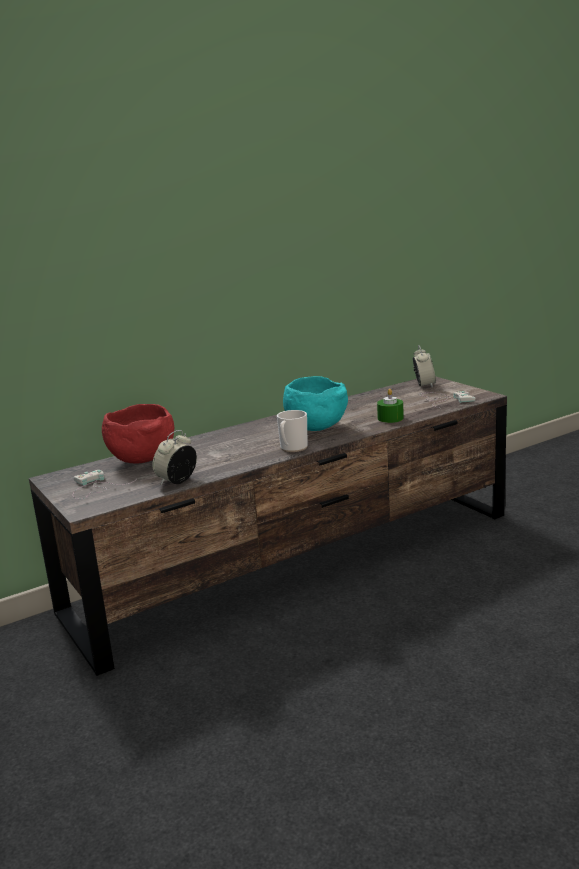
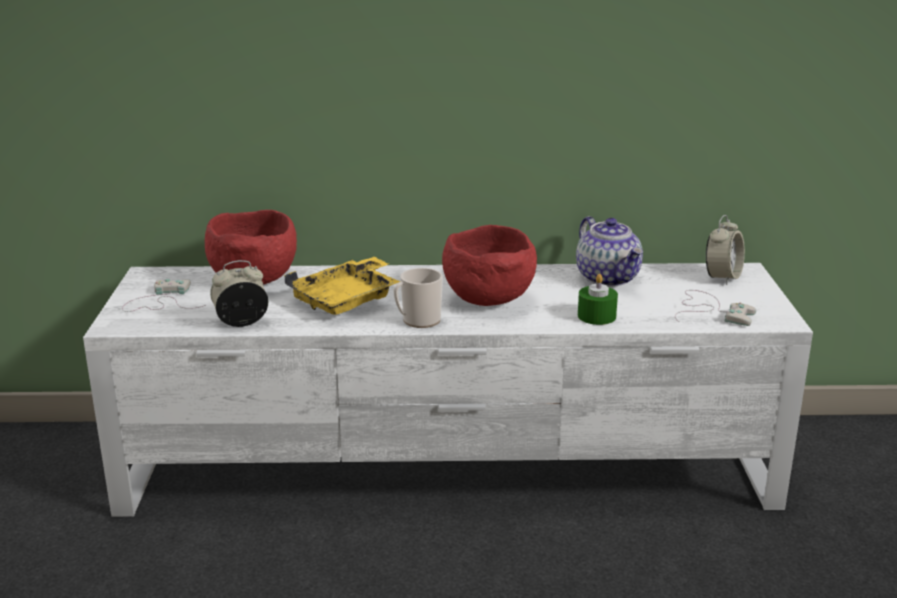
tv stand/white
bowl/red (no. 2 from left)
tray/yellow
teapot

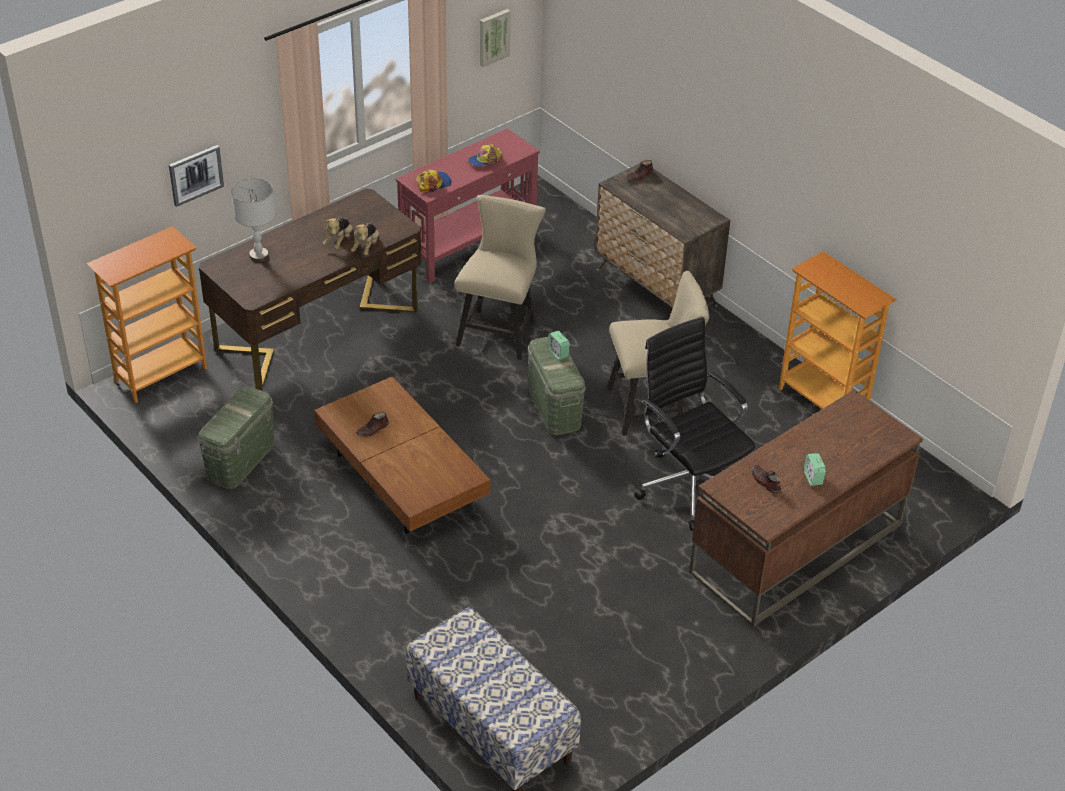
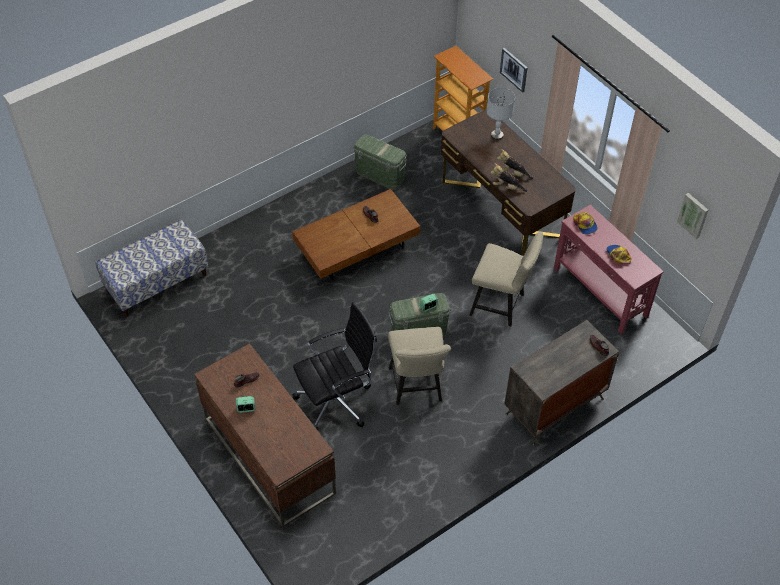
bookcase (no. 2 from left in the first image)

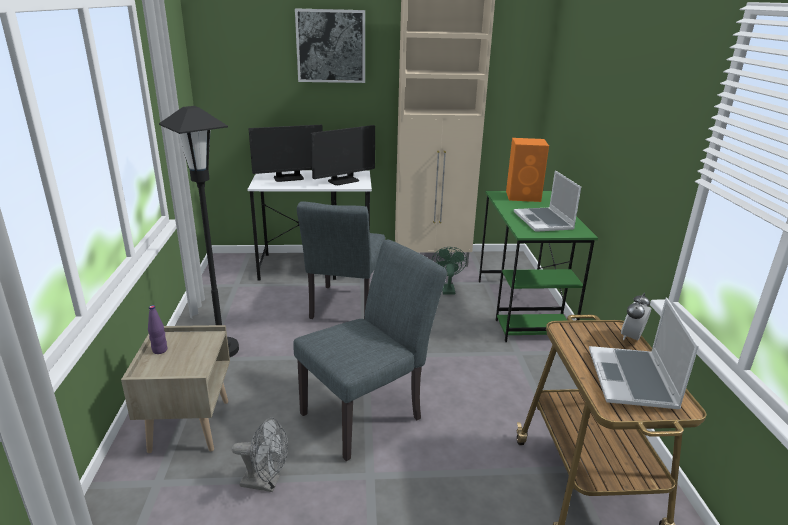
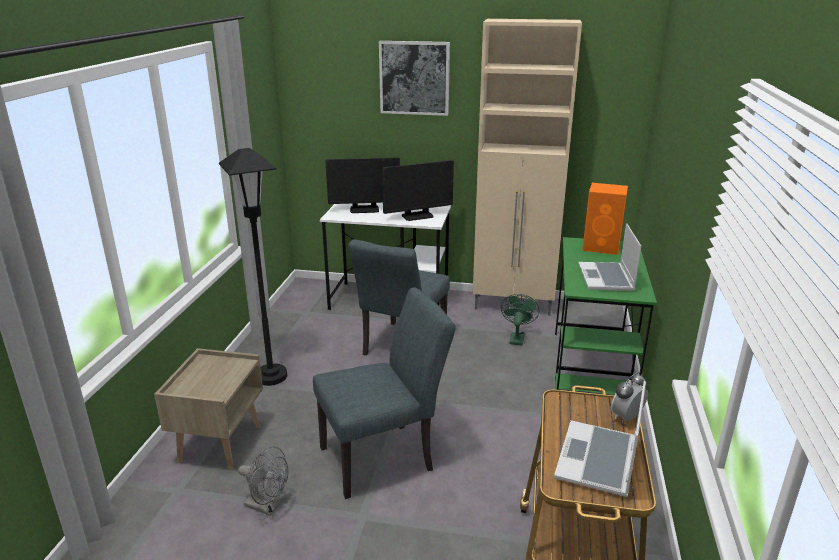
bottle/purple

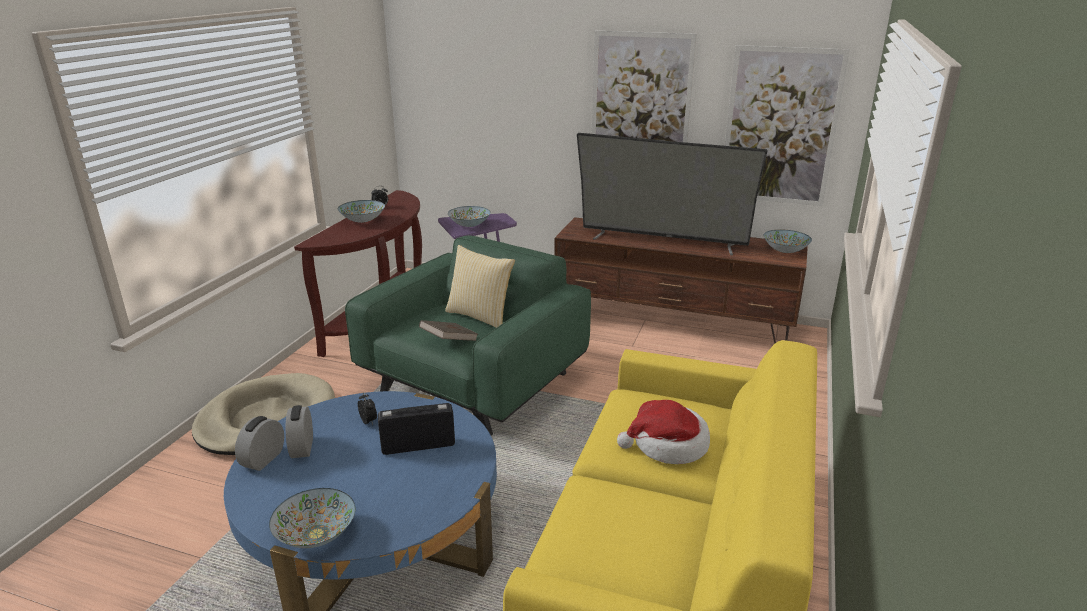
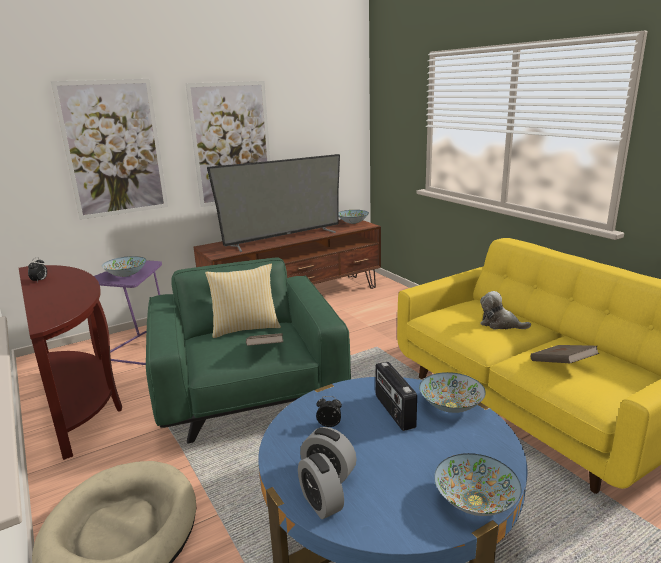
bowl (no. 3 from left)
radio
plush toy
picture (no. 1 from left)
book/brown (no. 2 from left)

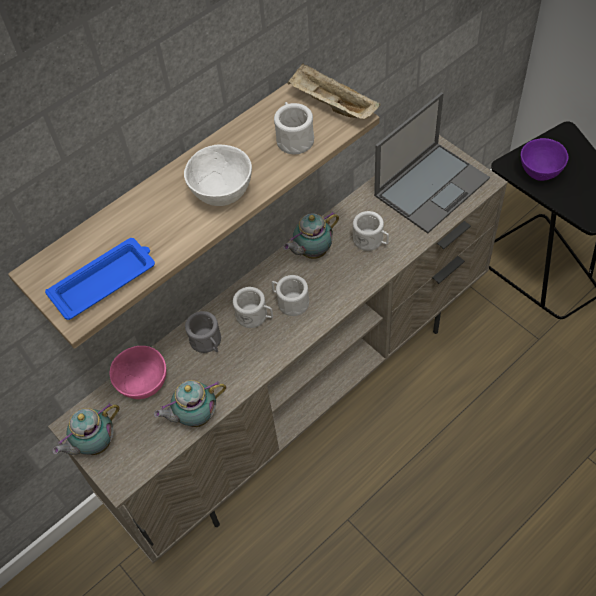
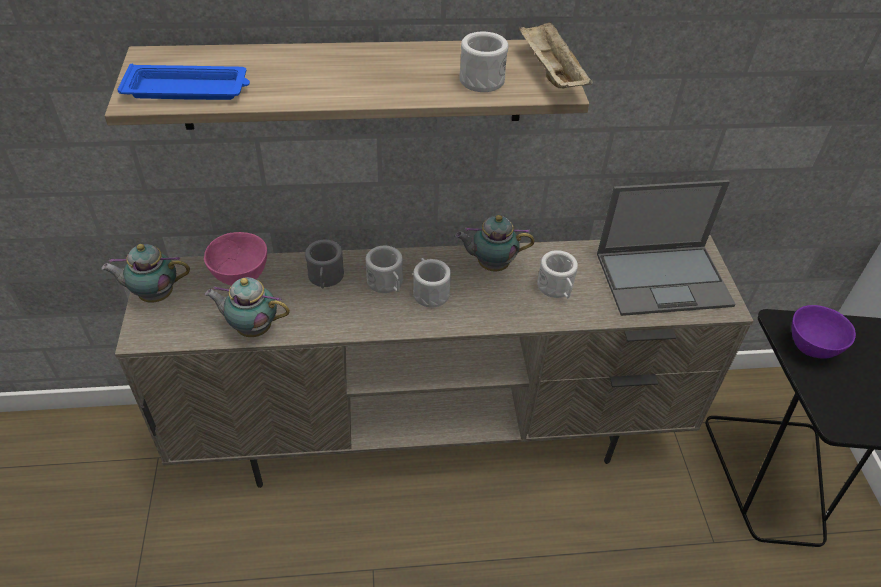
bowl/white

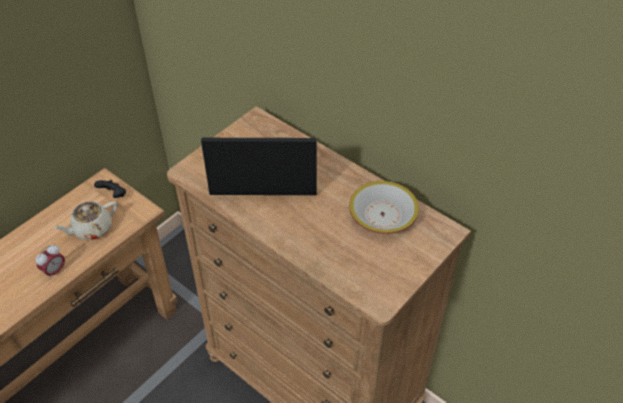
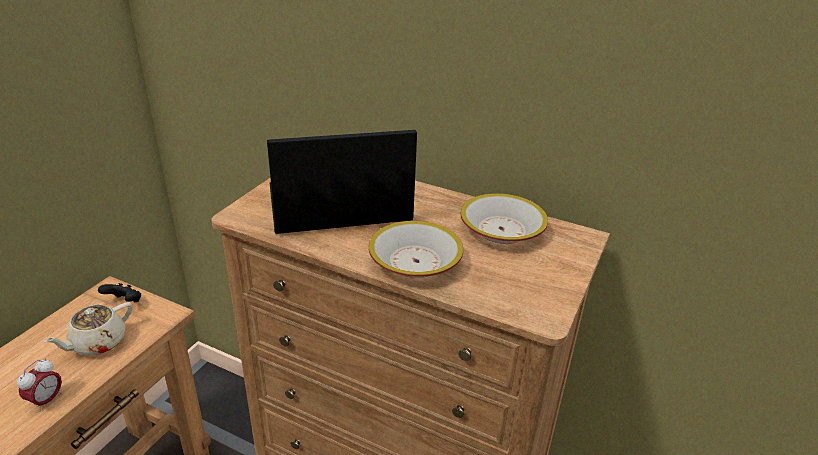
bowl (no. 1 from left)

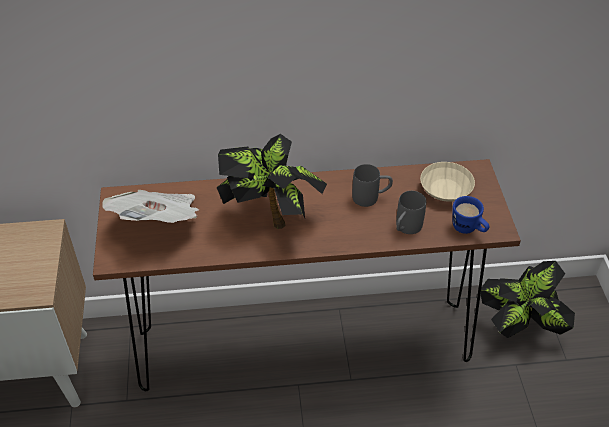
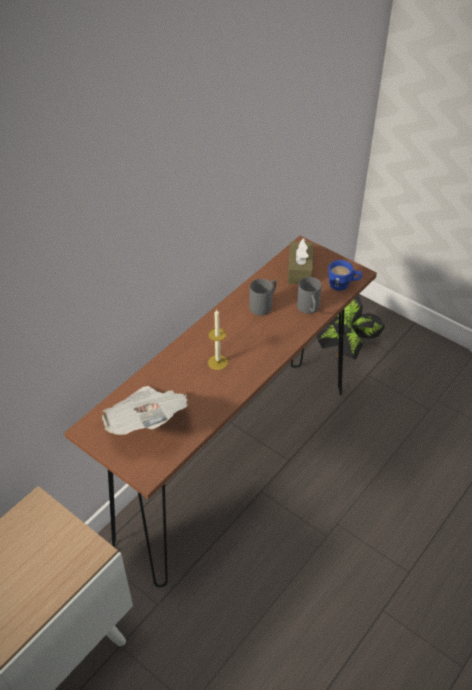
candle
tissue box/brown

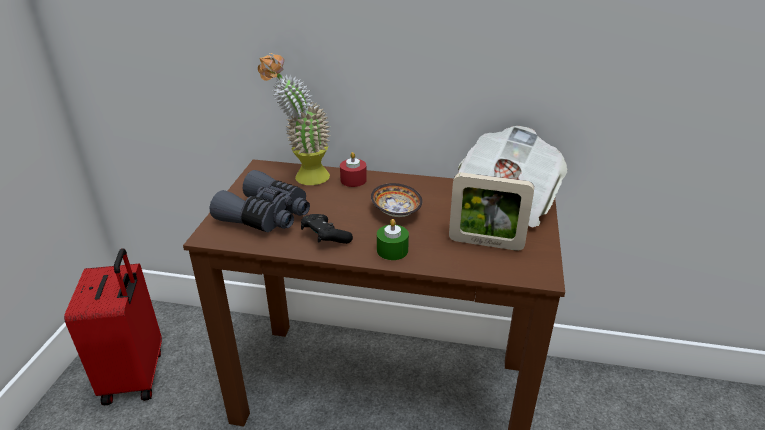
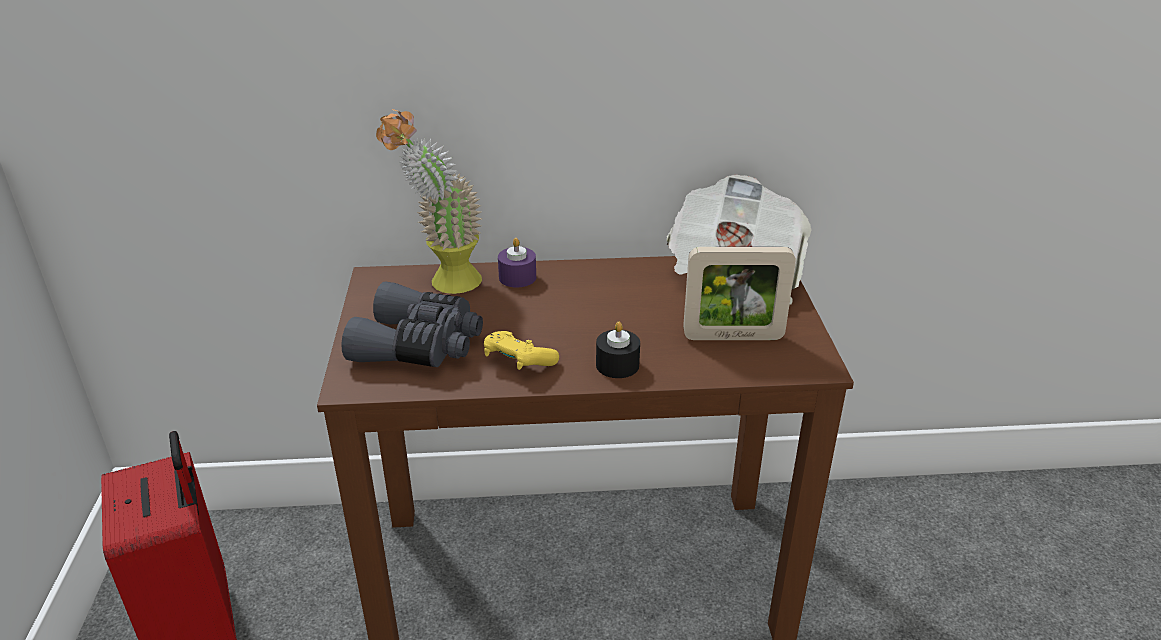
game controller/yellow
candle/purple
bowl
candle/black

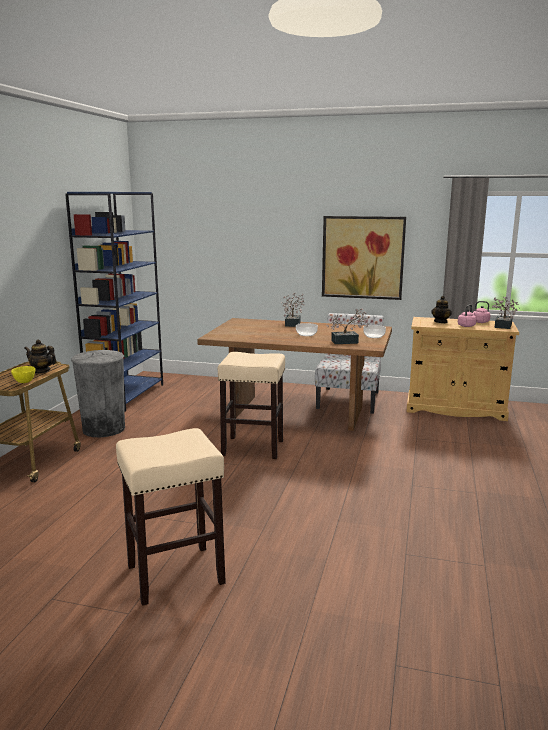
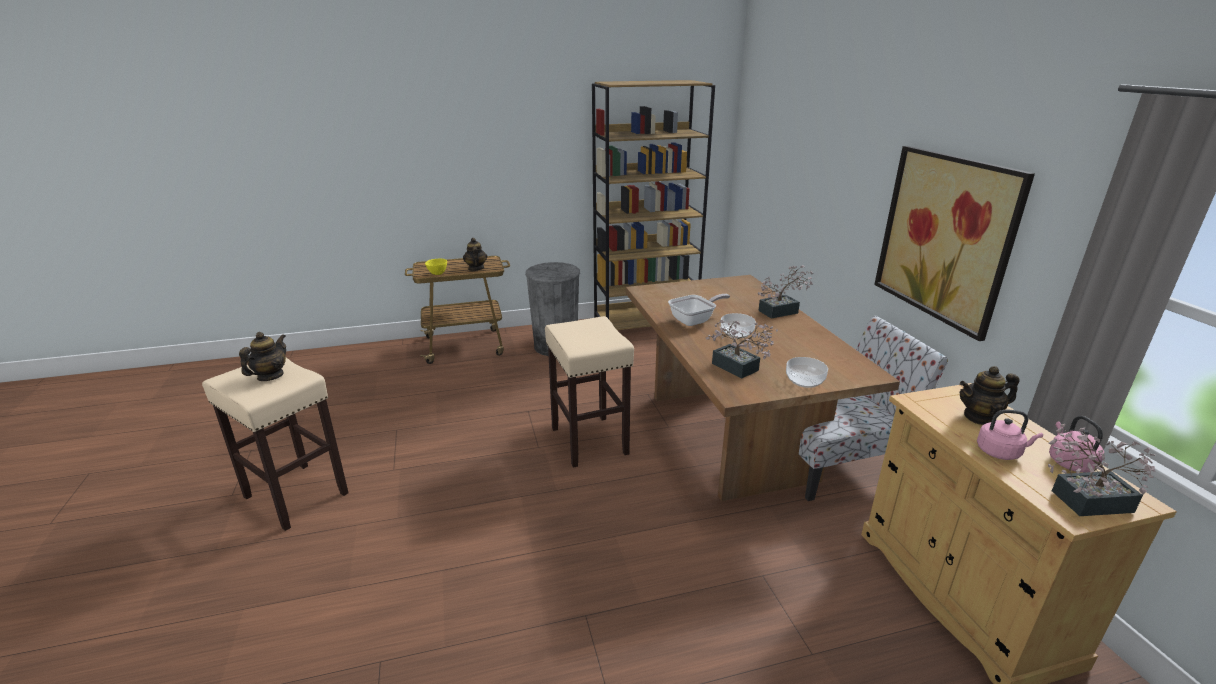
bookcase/brown
teapot (no. 1 from left)
frying pan

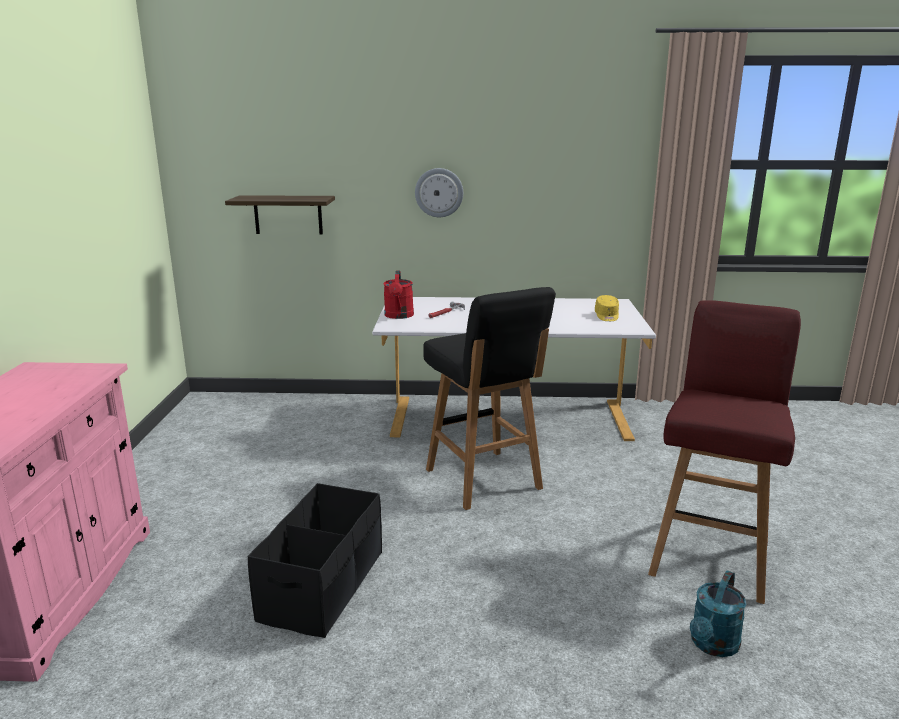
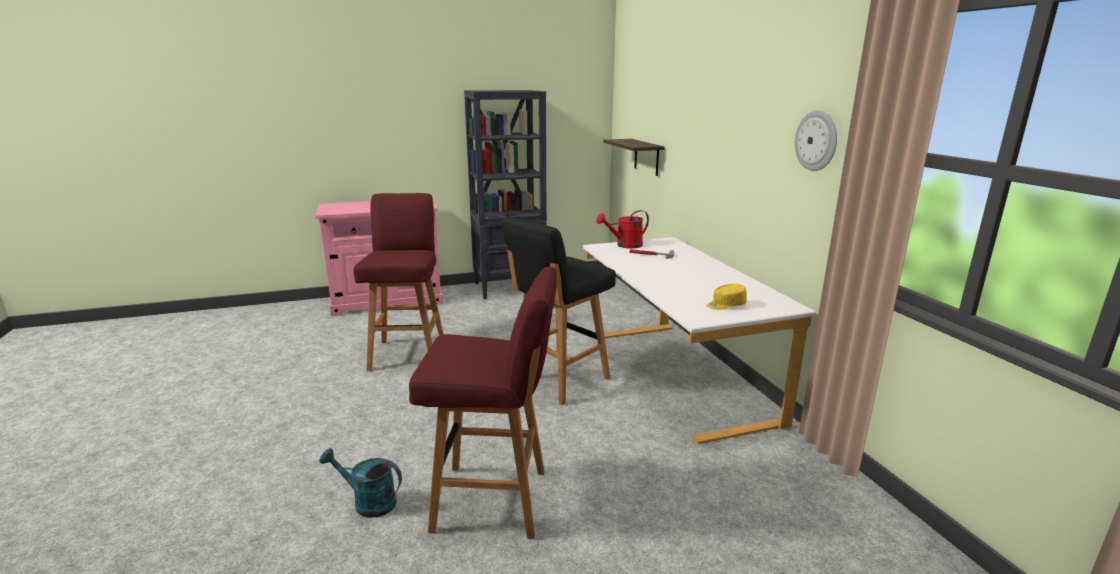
stool/red (no. 1 from left)
wall clock
bookcase/black

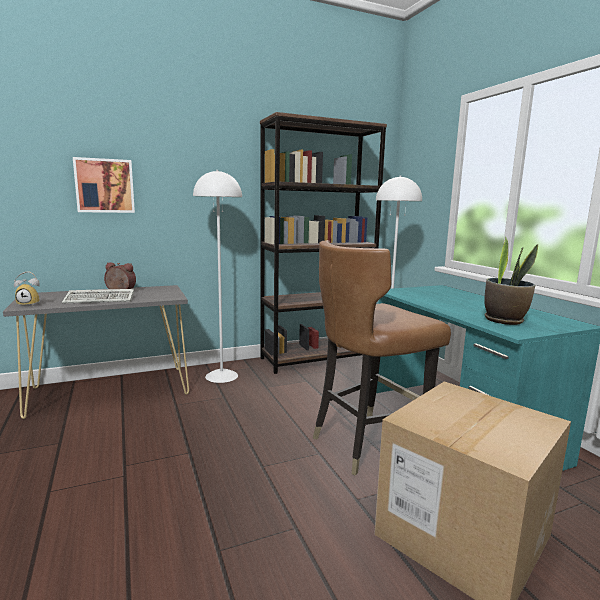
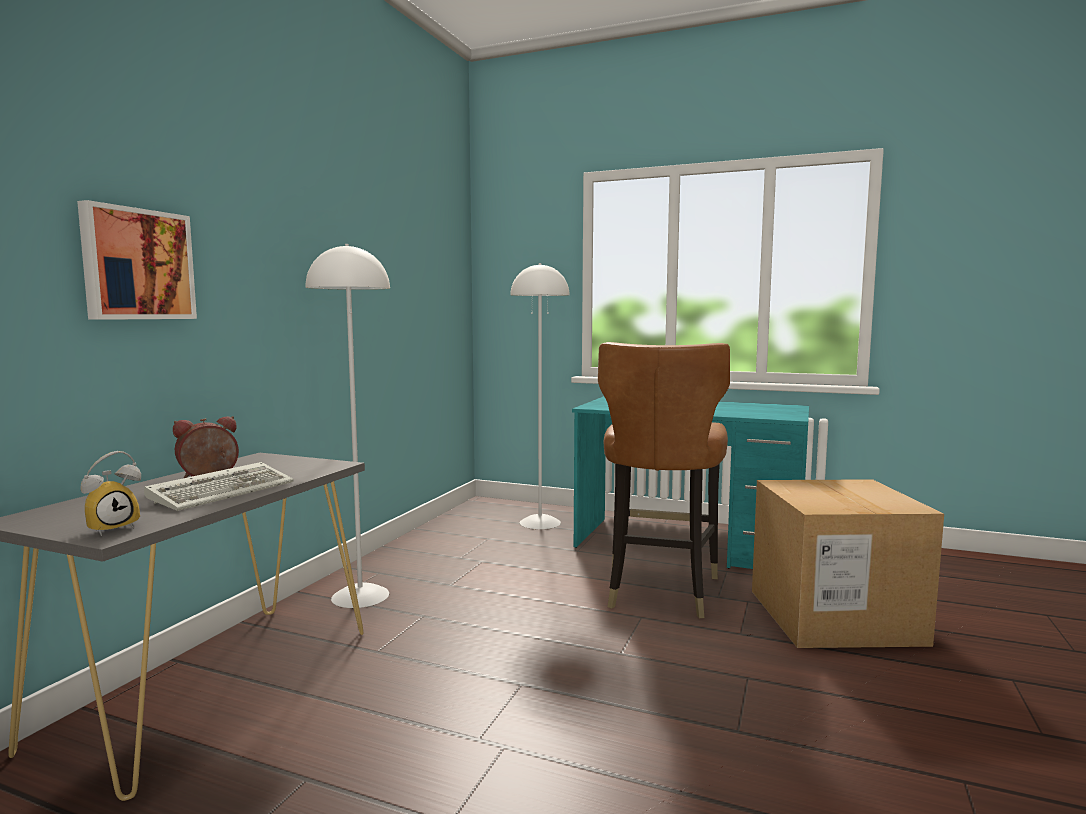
bookcase/brown
potted plant

